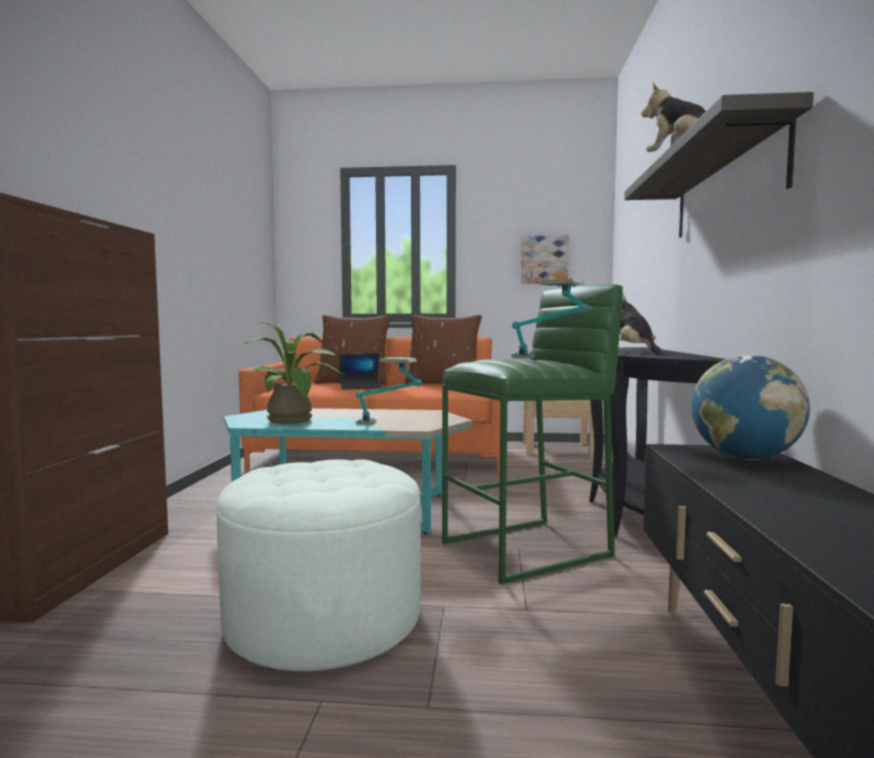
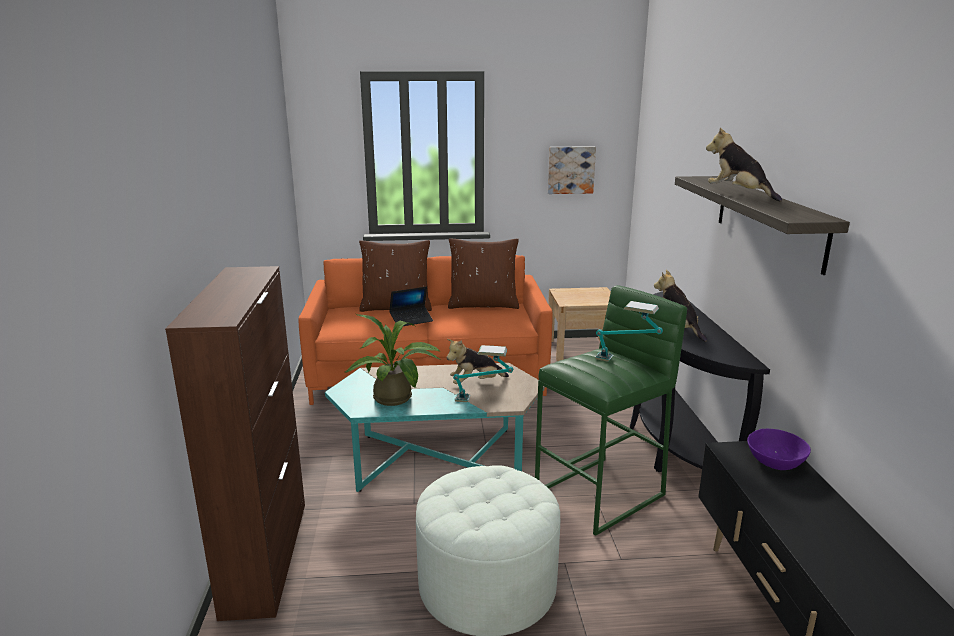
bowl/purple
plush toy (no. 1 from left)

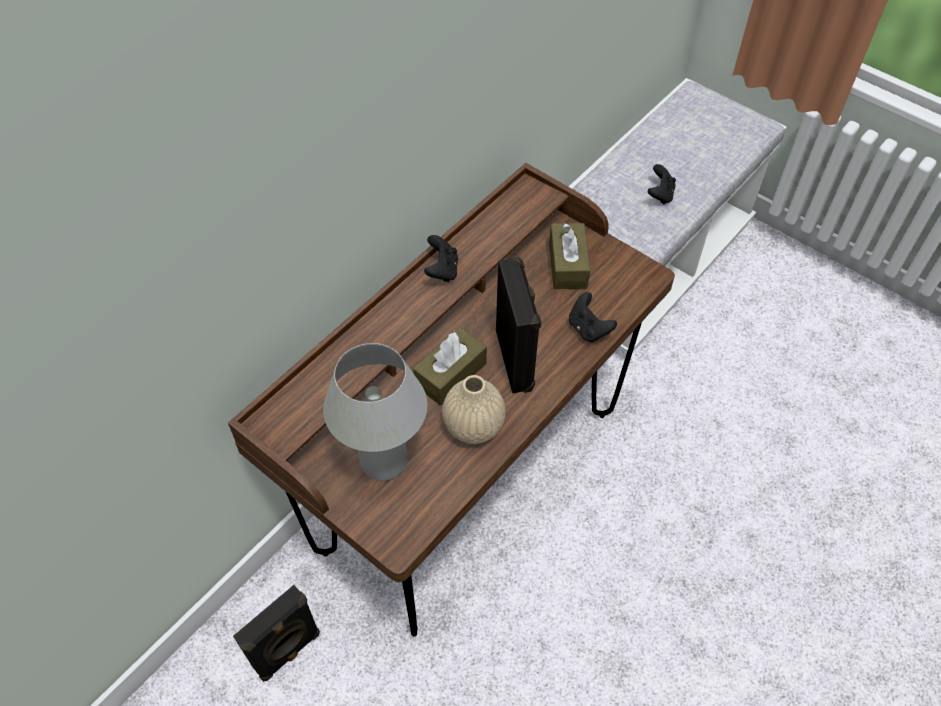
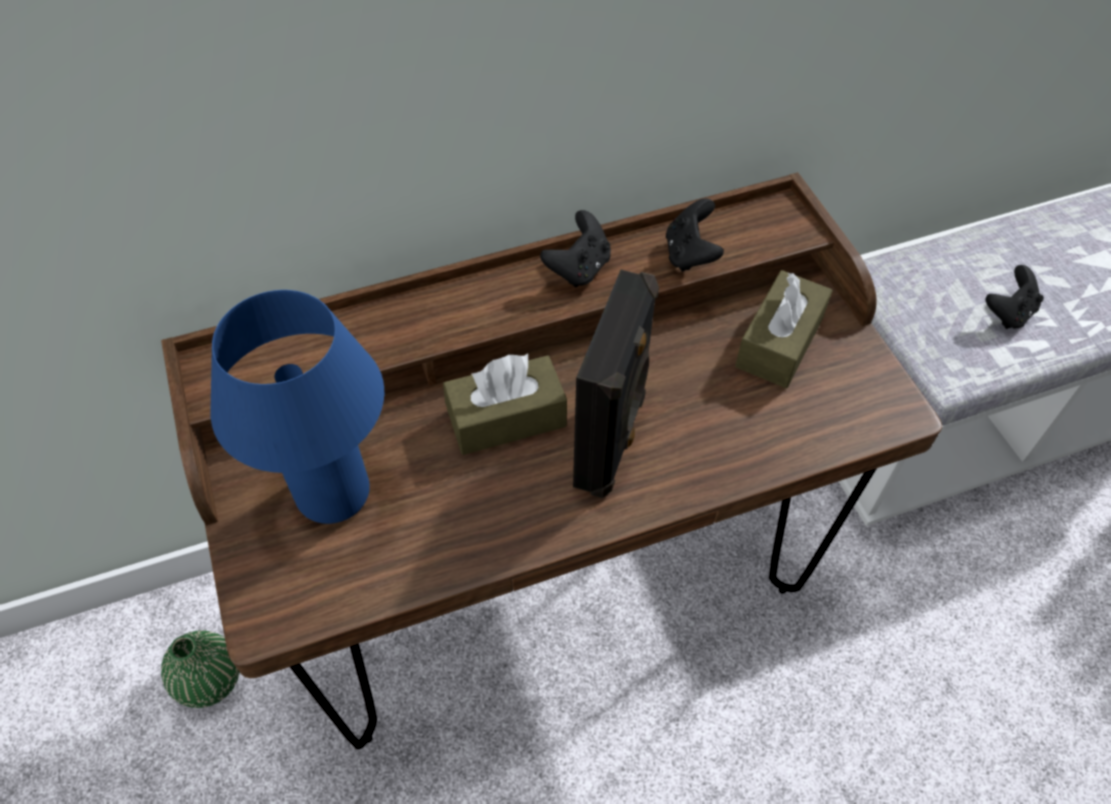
vase/green
table lamp/blue
vase/beige
game controller/black (no. 2 from left)

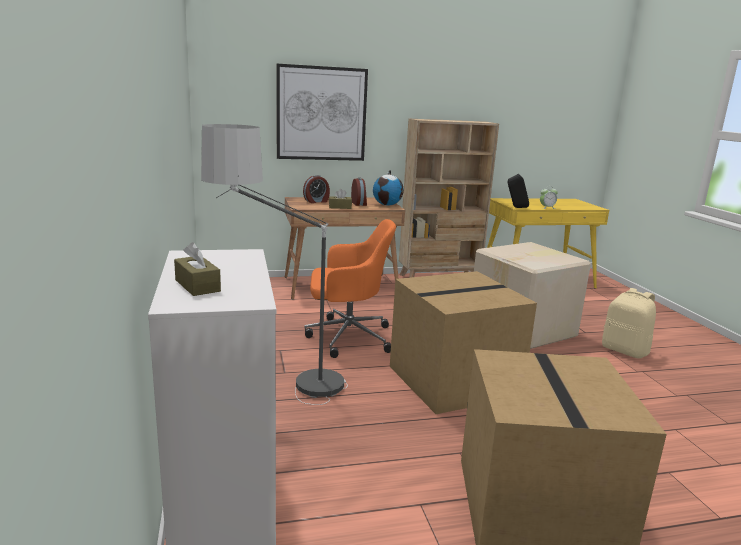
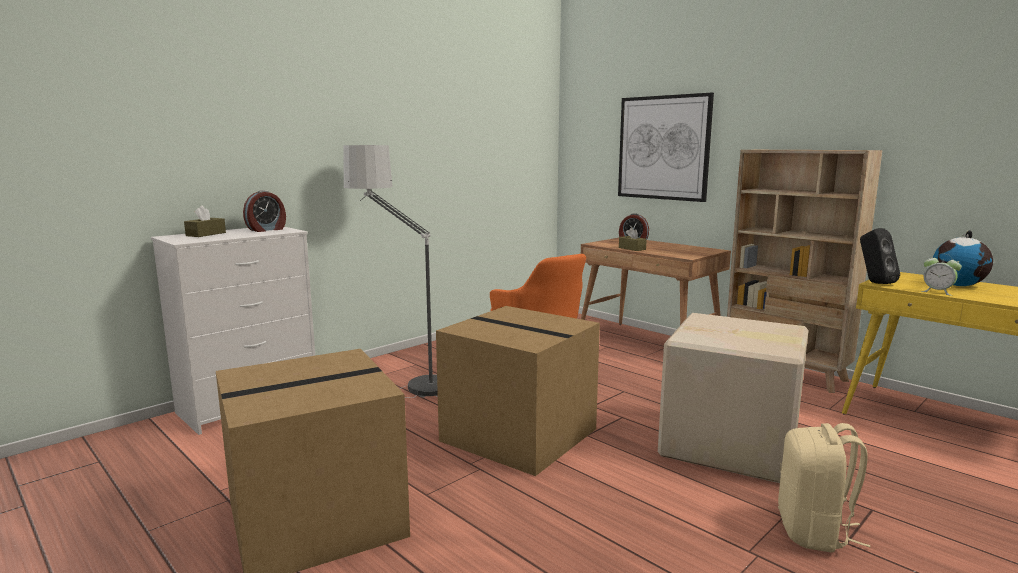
alarm clock (no. 1 from left)
globe

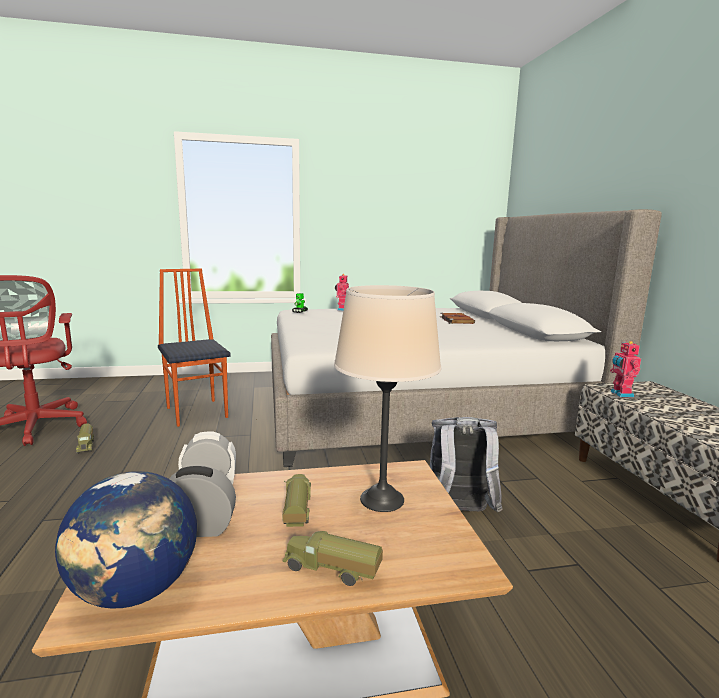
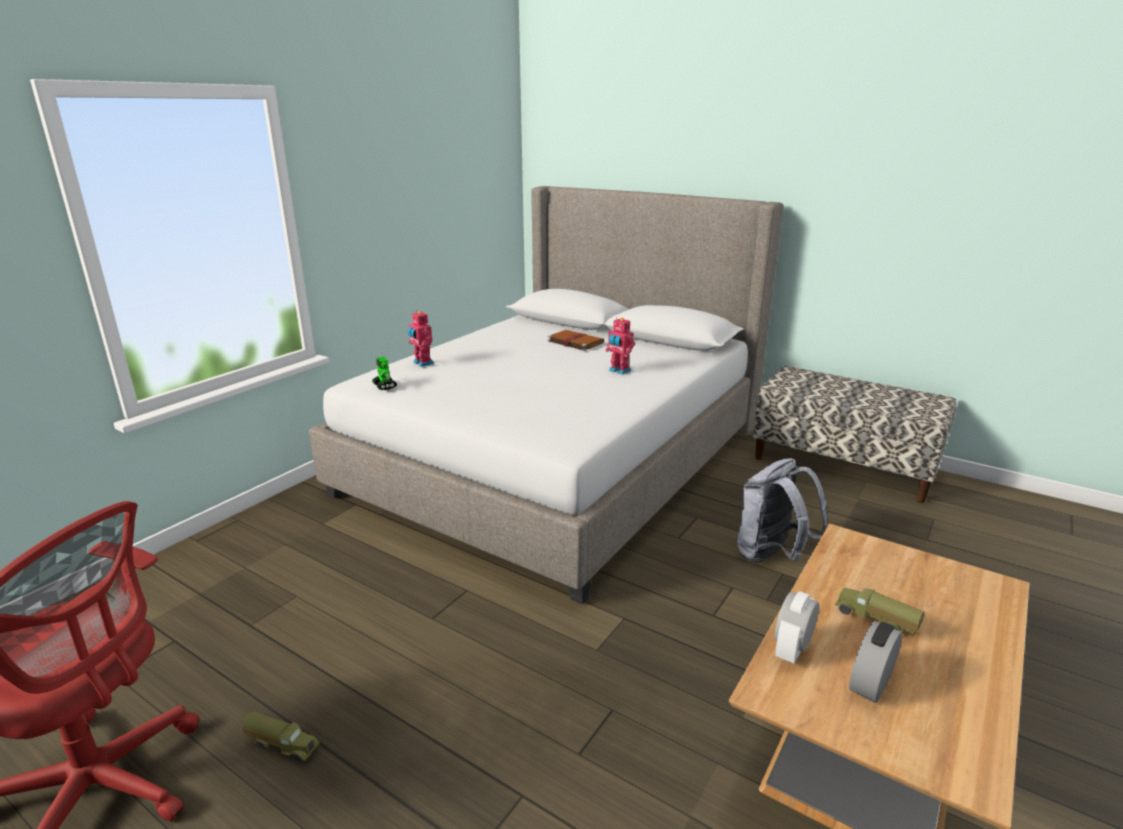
globe
chair
toy truck (no. 3 from left in the first image)
table lamp/beige
toy robot (no. 3 from left)

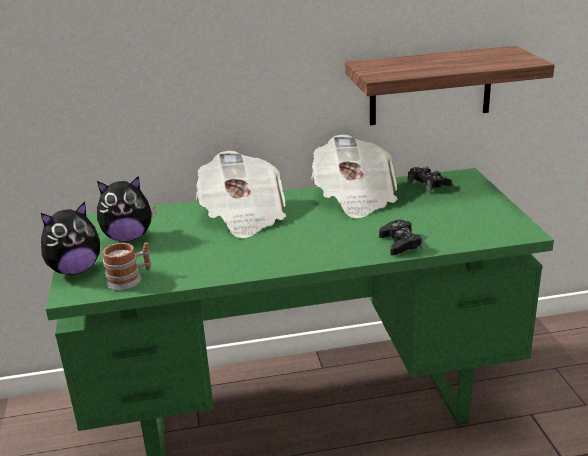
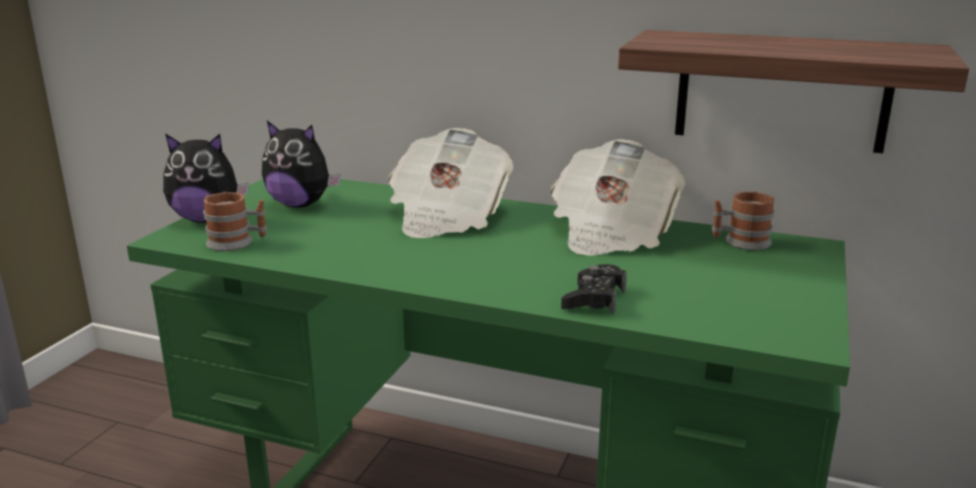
mug (no. 2 from left)

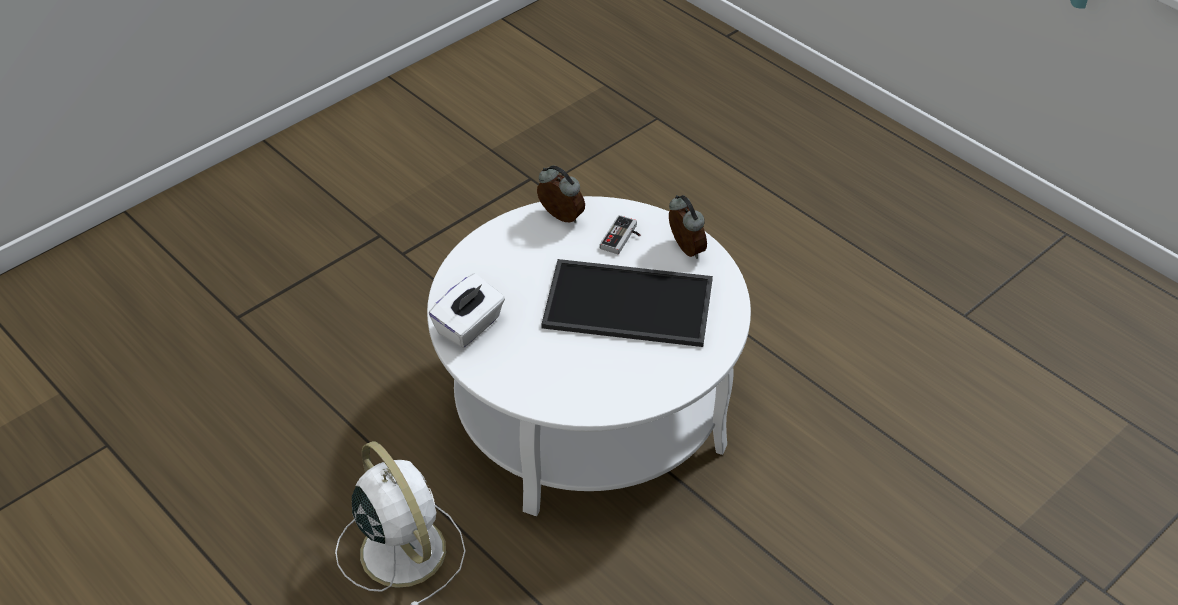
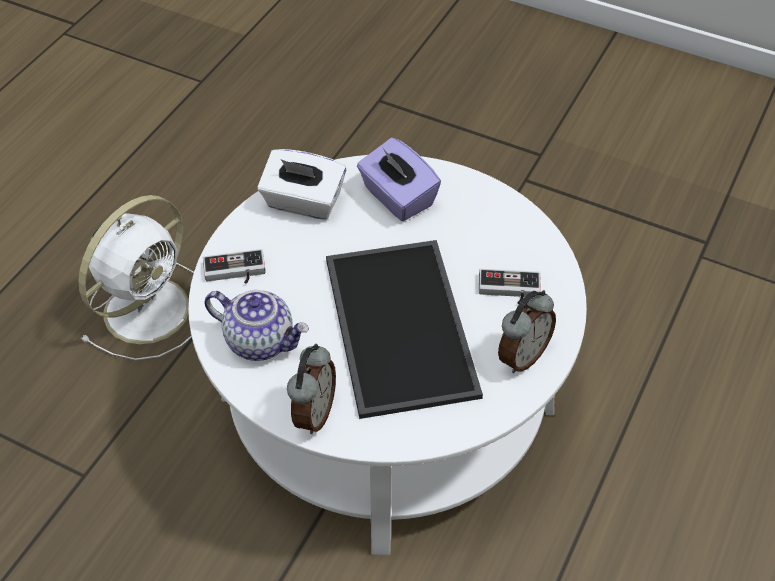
alarm clock (no. 1 from left)
game controller (no. 1 from left)
teapot
tissue box/purple

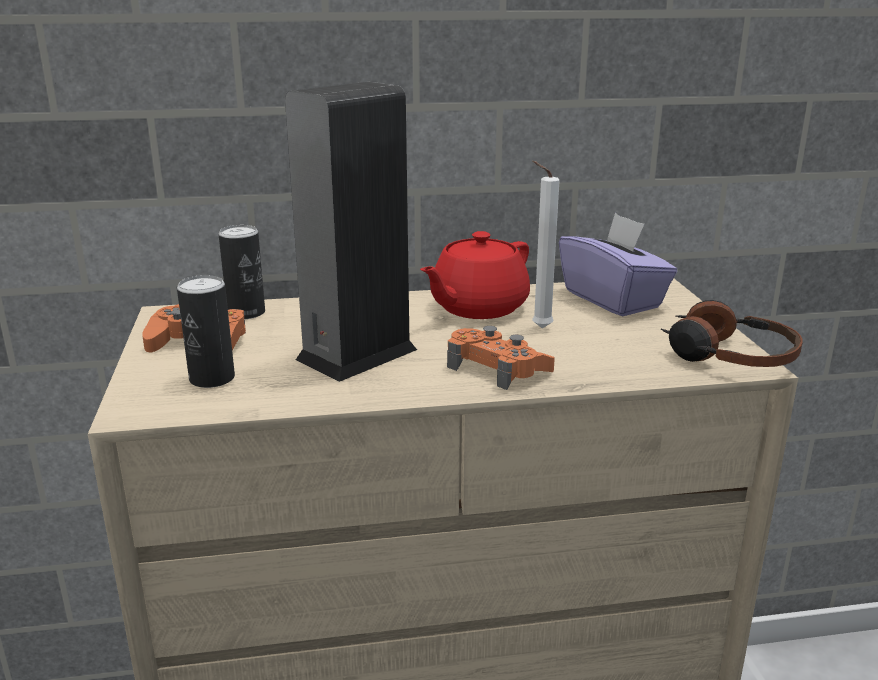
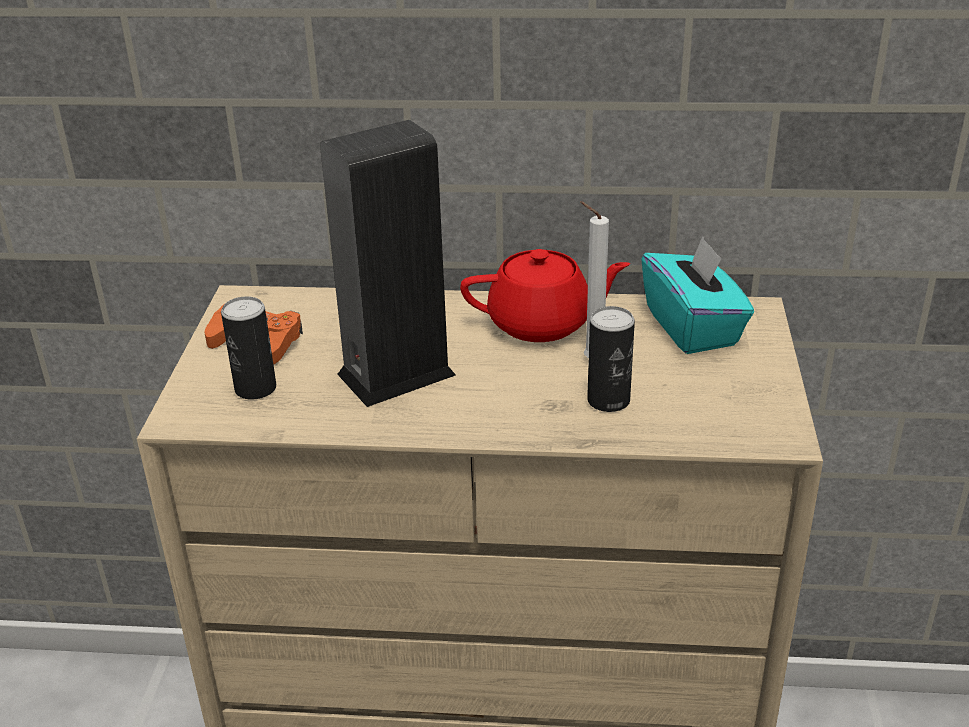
can (no. 2 from left)
teapot/red
game controller/orange (no. 2 from left in the first image)
tissue box/turquoise
headphones

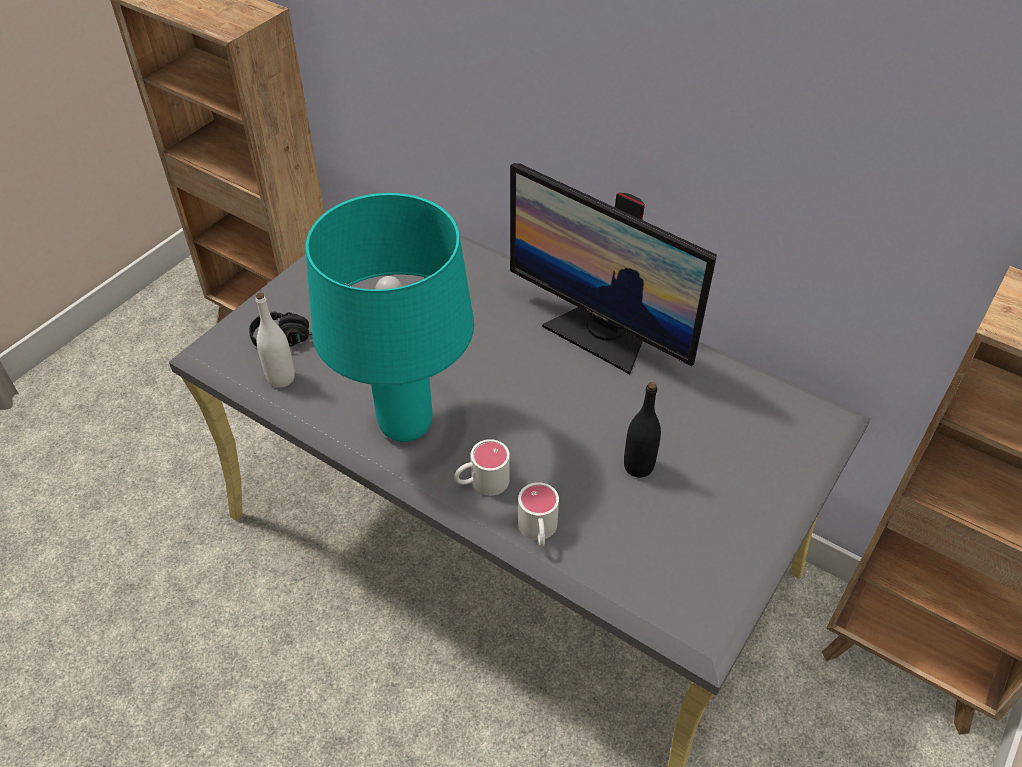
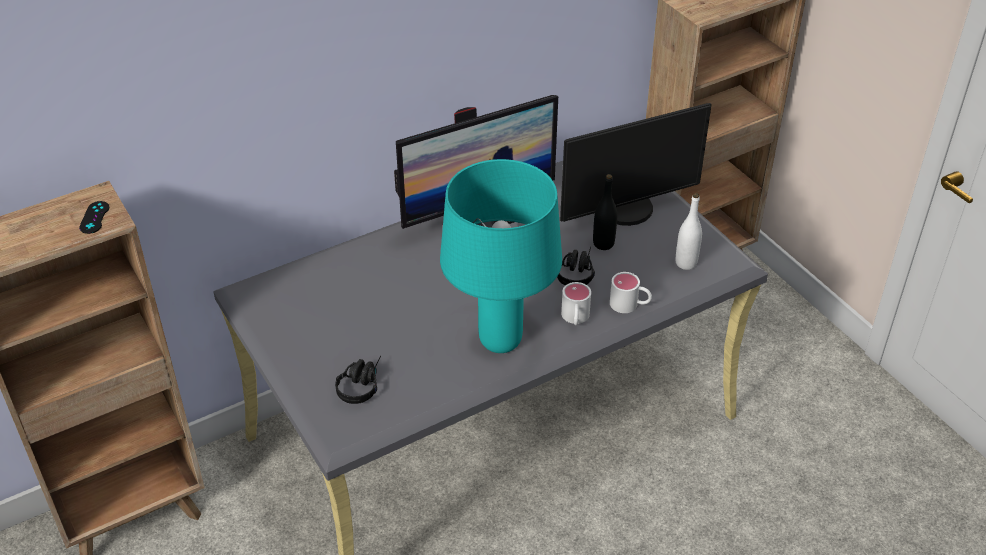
bottle/white
game controller/black
headphones/black (no. 2 from left)
monitor (no. 2 from left)

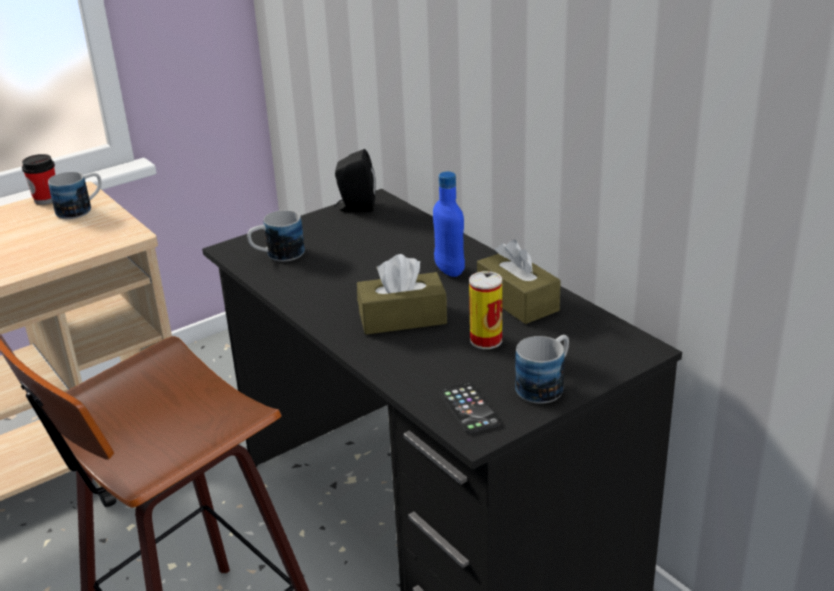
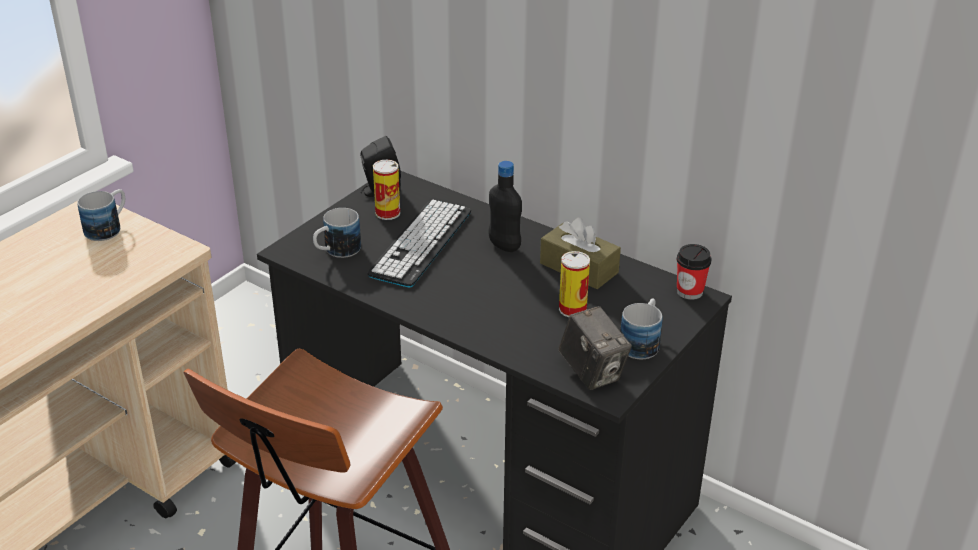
cup
tissue box/brown (no. 1 from left in the first image)
bottle/black
photo camera
keyboard
can (no. 1 from left)

